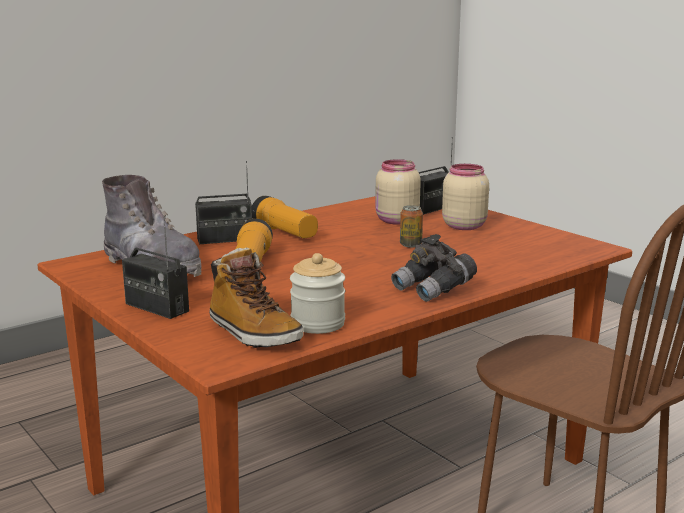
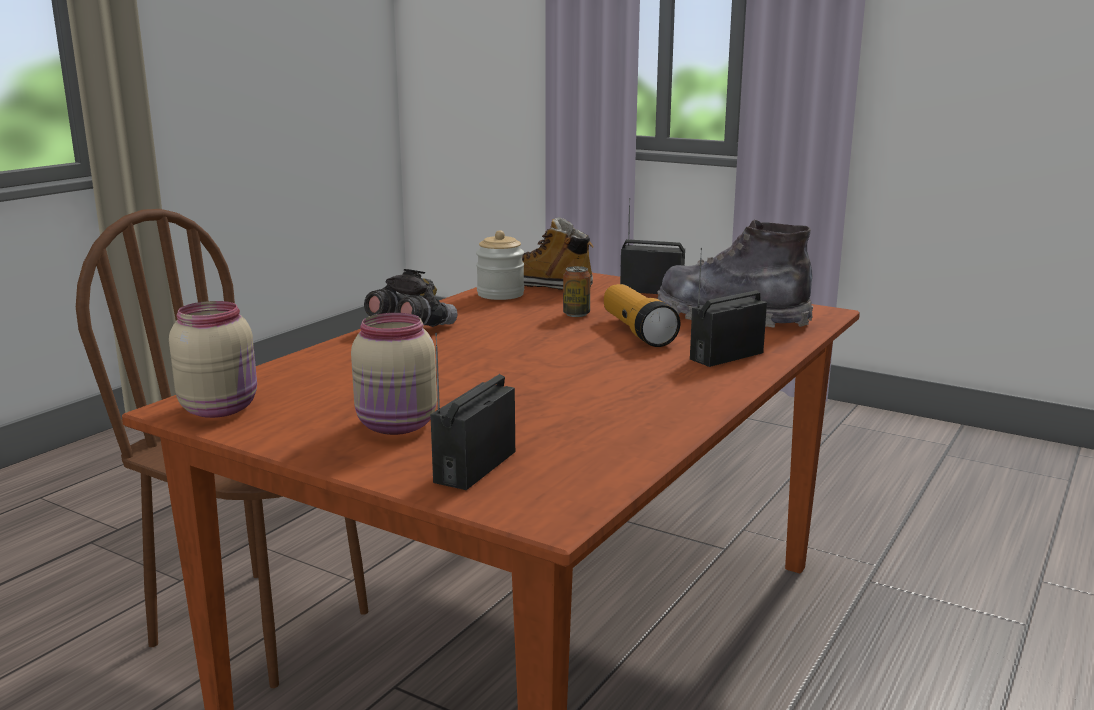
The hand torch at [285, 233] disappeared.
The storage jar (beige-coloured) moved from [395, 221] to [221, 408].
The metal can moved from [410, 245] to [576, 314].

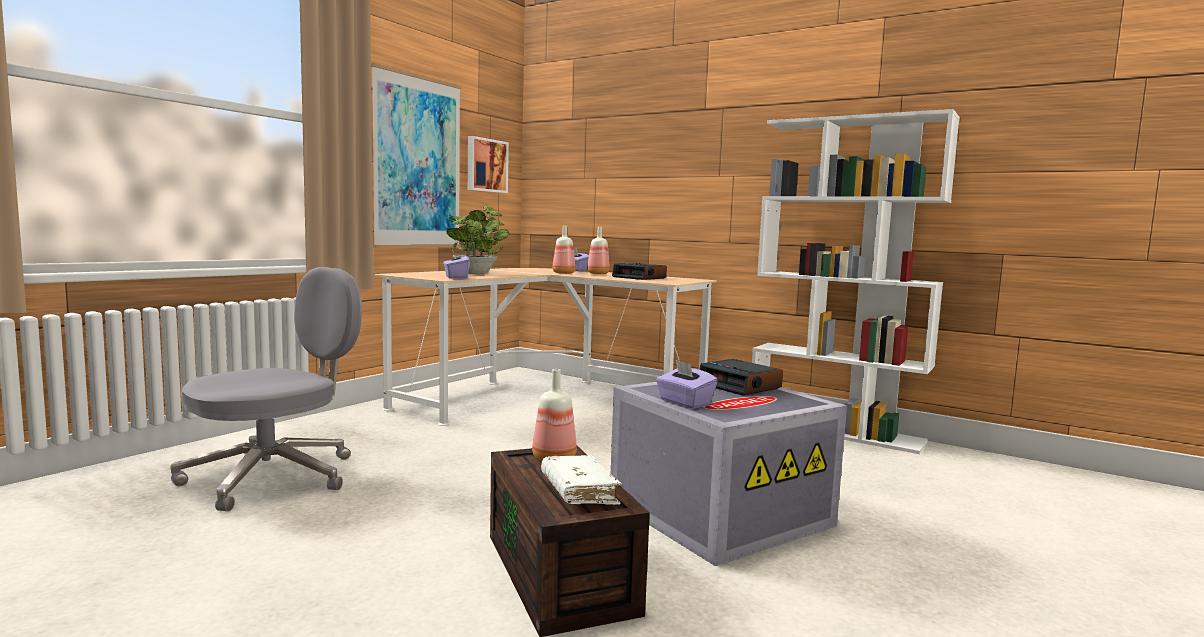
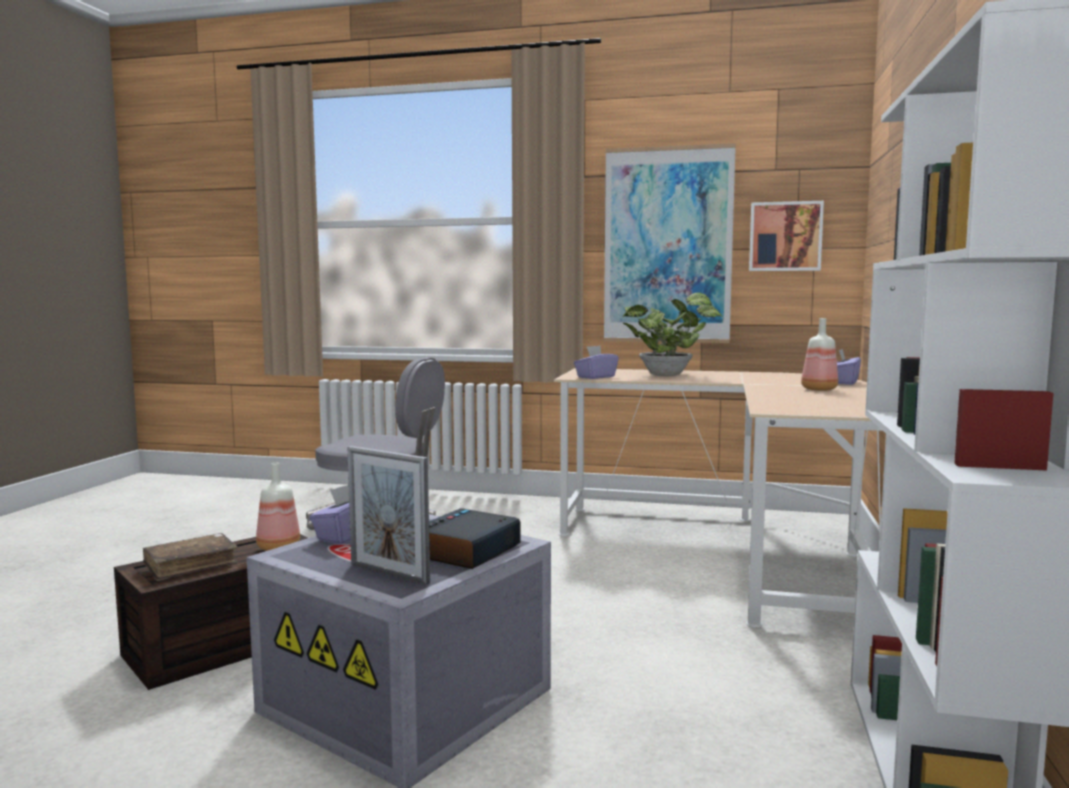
The bound book (white) at [579, 491] became the bound book (brown) at [191, 566].
The bottle at [564, 273] disappeared.
The bedside clock at [640, 277] disappeared.
The photo frame at [389, 573] appeared.

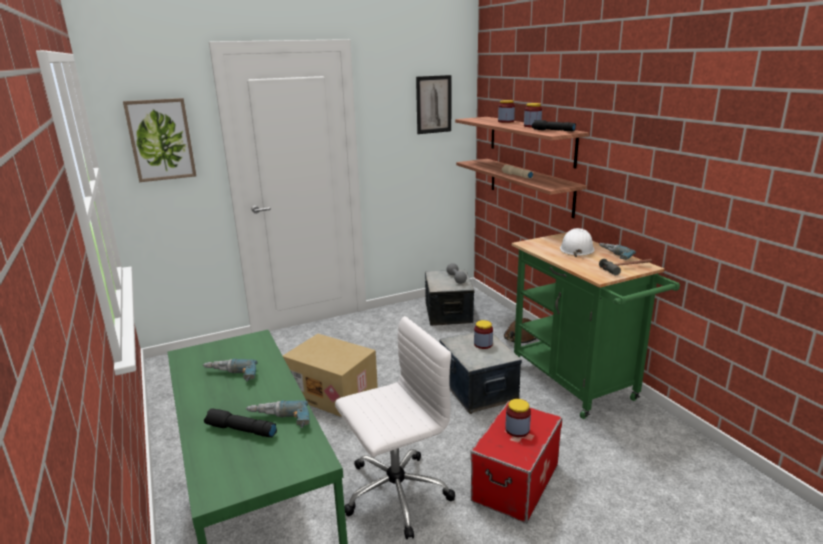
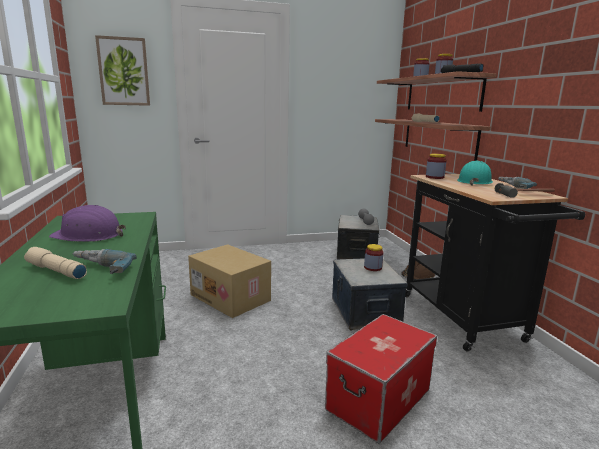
The power drill at [229, 377] was replaced by the work helmet (purple-coloured) at [88, 235].
The hand torch (black-coloured) at [240, 430] became the hand torch (beige-coloured) at [55, 271].
The computer chair (white) at [394, 493] disappeared.
The picture at [433, 104] disappeared.
The storage jar moved from [517, 430] to [434, 177].
The wheeled cart (green-coloured) at [578, 385] became the wheeled cart (black-coloured) at [466, 321].
The work helmet (white) at [576, 249] became the work helmet (blue-green) at [474, 181].

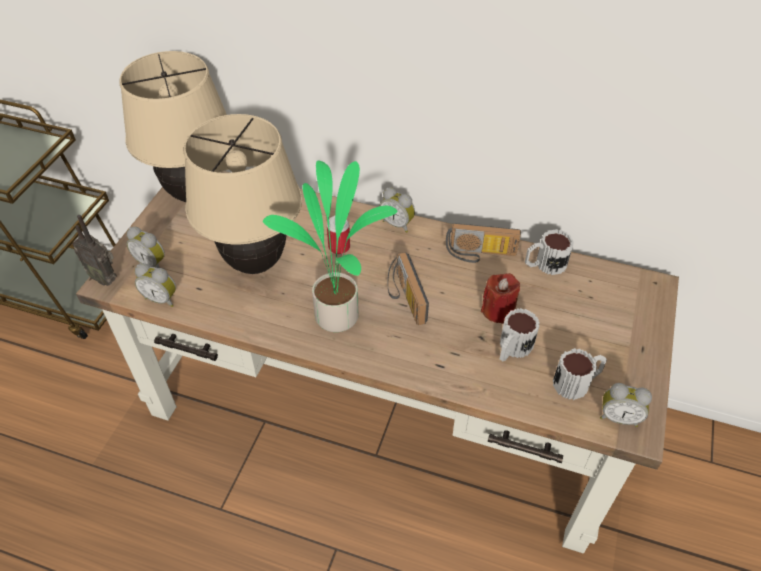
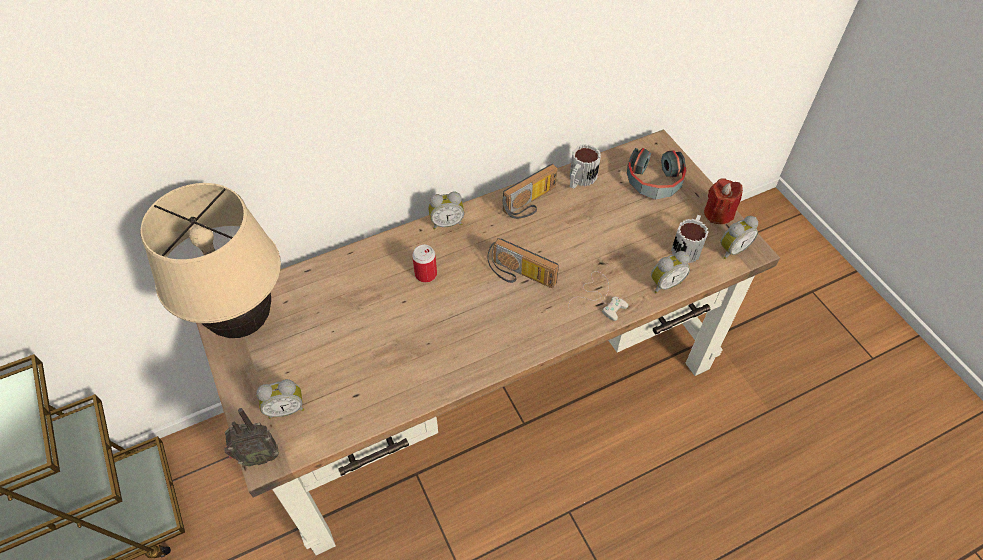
The bedside clock moved from [162, 298] to [664, 283].
The lamp for a table (beige-coloured) at [255, 263] disappeared.
The houseplant at [339, 314] disappeared.
The wax candle (red) moved from [498, 311] to [718, 213].
The coffee mug at [512, 349] disappeared.
The joypad (white) at [599, 297] appeared.
The headset at [654, 182] appeared.

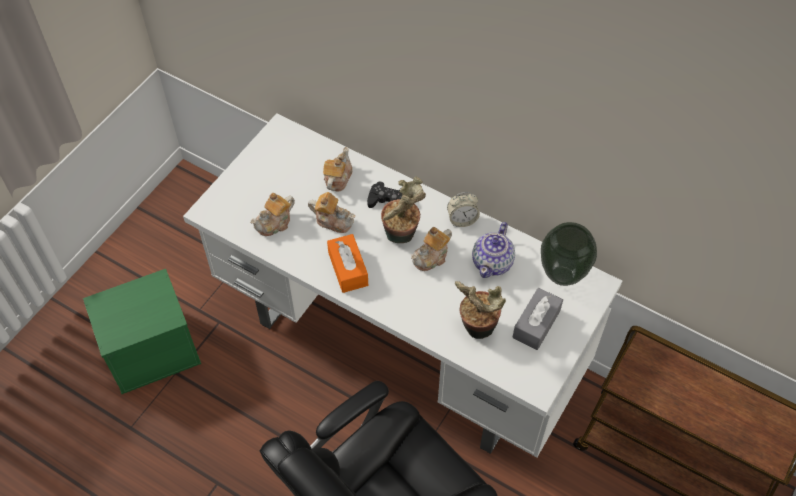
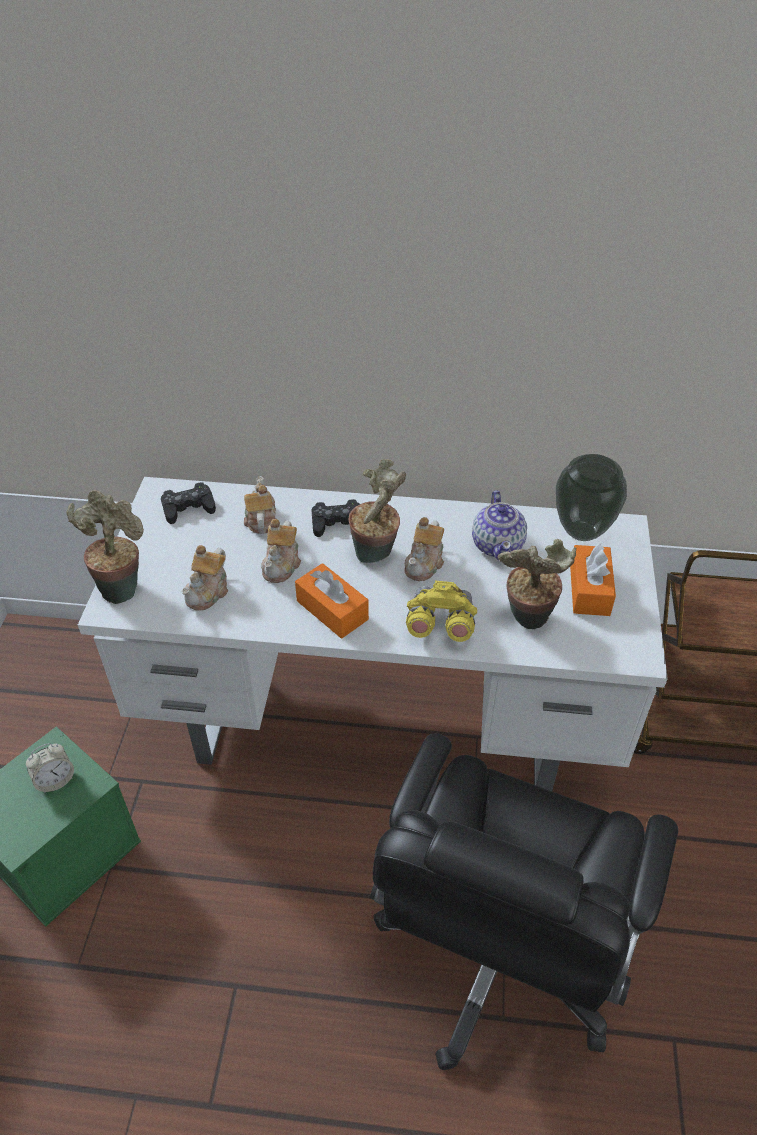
The tea pot at [333, 220] turned 105 degrees clockwise.
The bedside clock moved from [462, 220] to [55, 780].
The box of tissues (greyish) at [536, 324] became the box of tissues (orange-coloured) at [589, 590].
The houseplant at [122, 587] appeared.
The joypad (black-coloured) at [188, 508] appeared.
The binoculars (yellowish) at [439, 625] appeared.

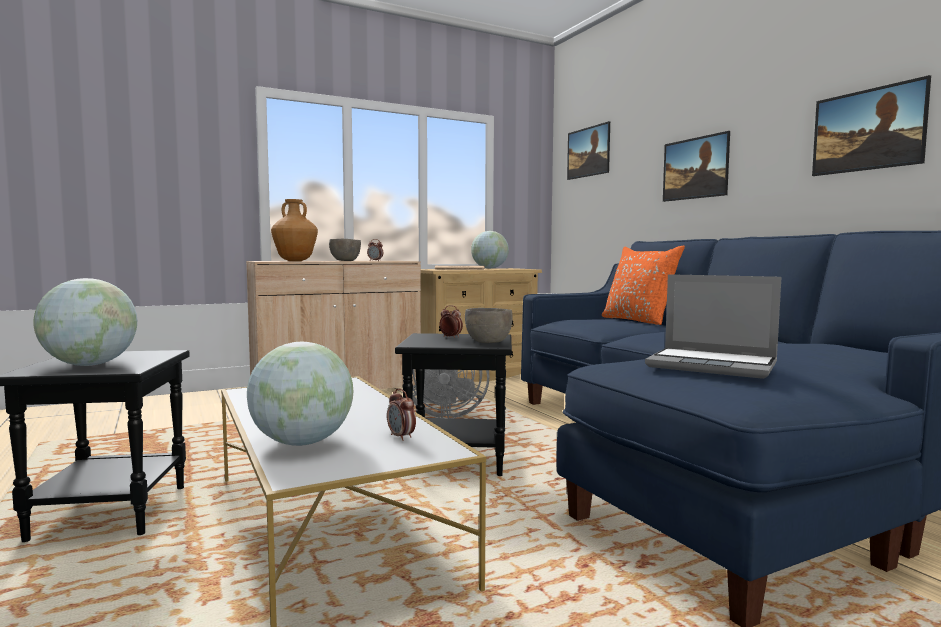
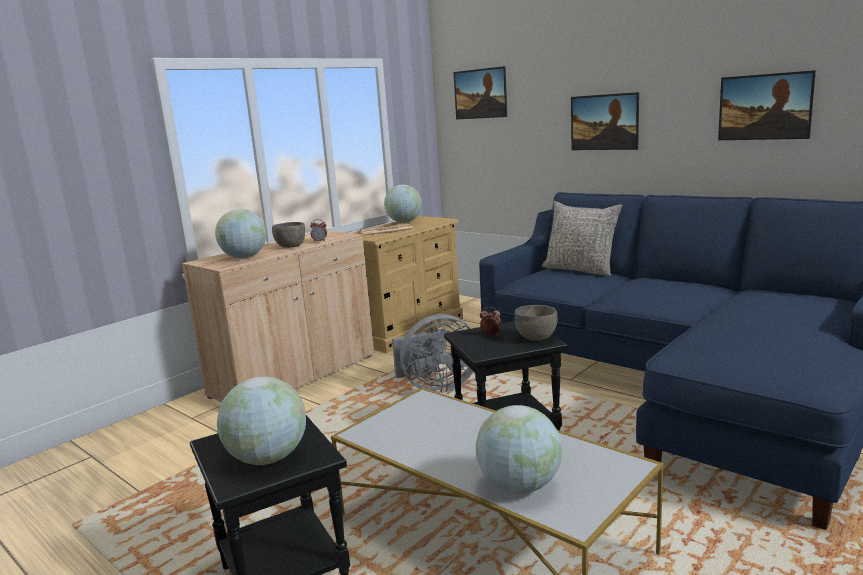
The flower vase (brown) at [295, 261] was replaced by the globe at [244, 257].
The bedside clock at [401, 437] disappeared.
The cushion (orange-coloured) at [639, 321] became the cushion (greyish) at [580, 270].
The portable computer at [713, 365] disappeared.

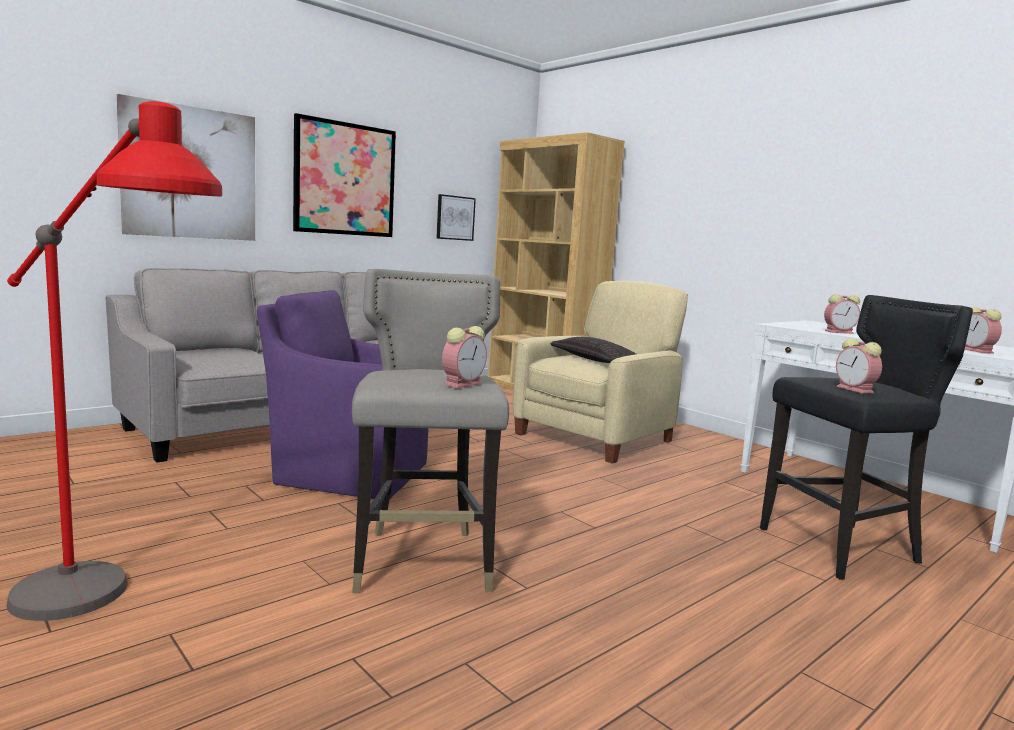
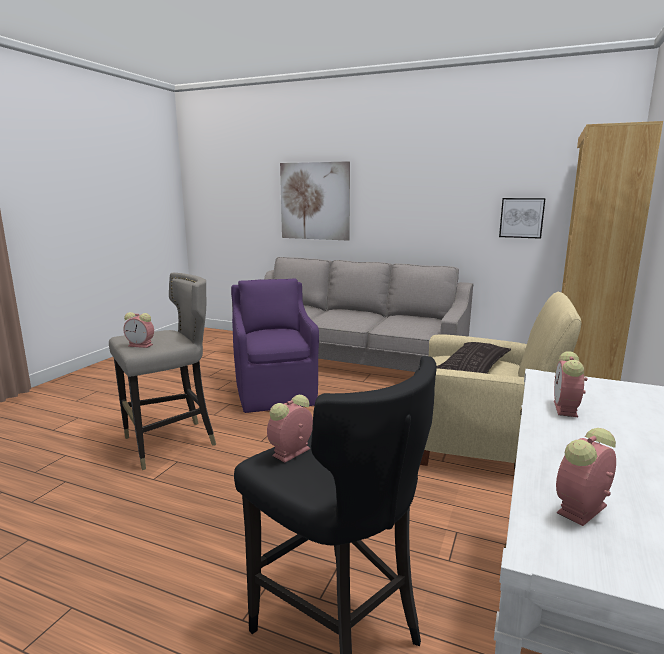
The standing lamp (red) at [108, 617] disappeared.
The picture at [345, 179] disappeared.
The bedside clock at [840, 332] turned 45 degrees clockwise.

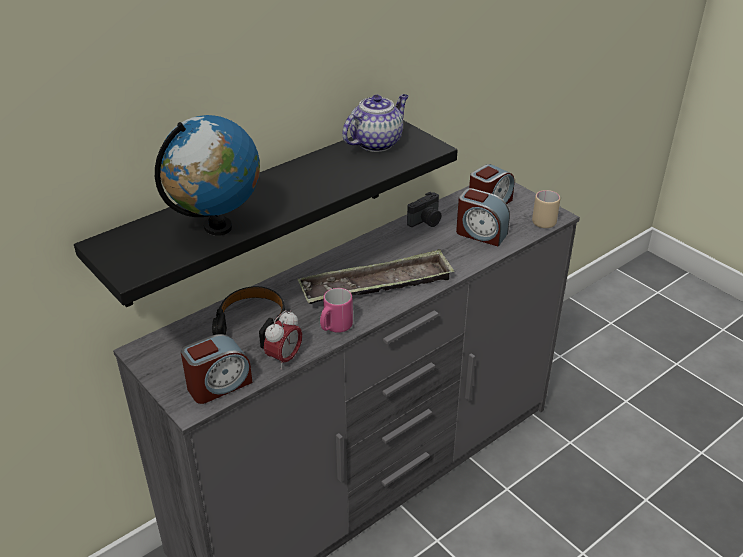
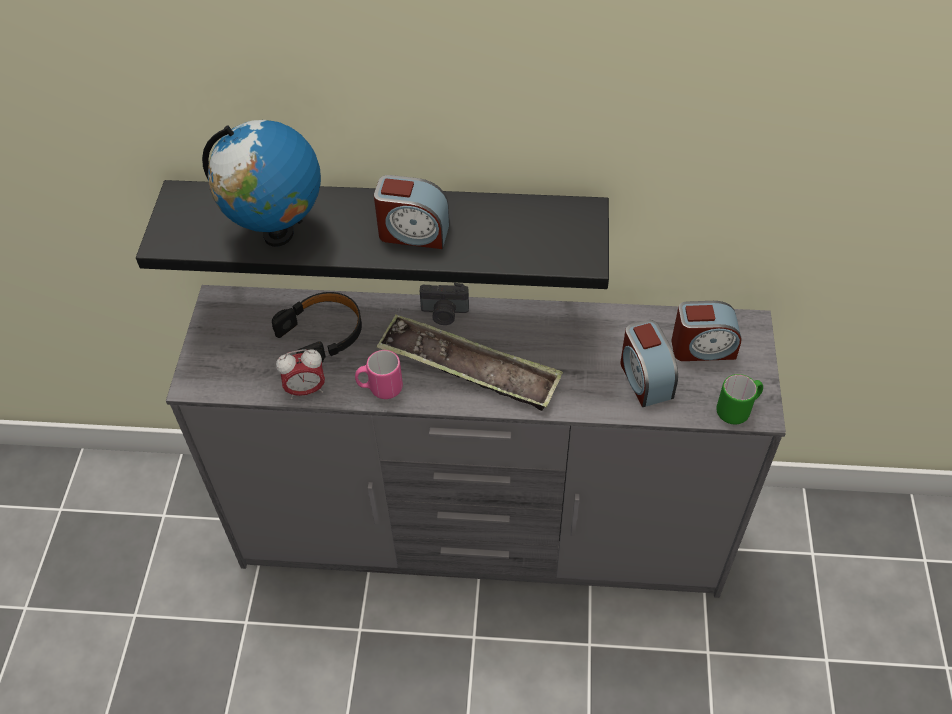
The bedside clock moved from [219, 385] to [413, 232].
The tea pot at [376, 142] disappeared.
The photo camera moved from [426, 221] to [444, 314].
The coffee mug (beige-coloured) at [544, 220] became the coffee mug (green-coloured) at [738, 409].

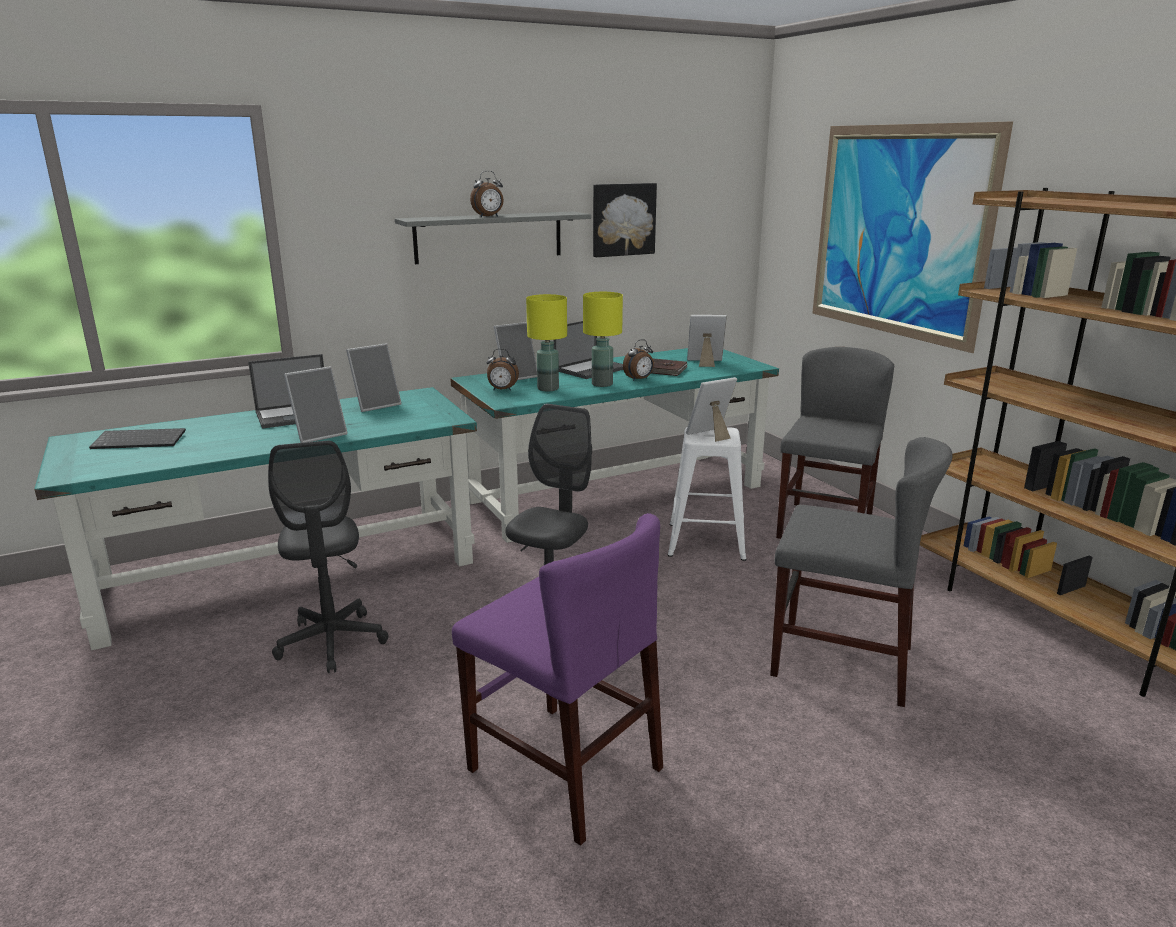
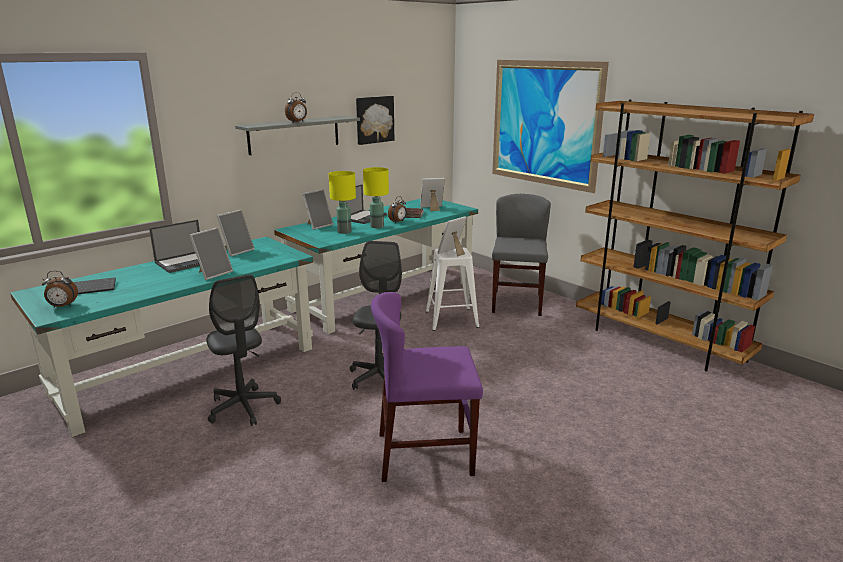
The chair (purple-coloured) at [564, 769] turned 150 degrees clockwise.
The bedside clock moved from [502, 390] to [62, 306].
The chair (greyish) at [841, 661] disappeared.

